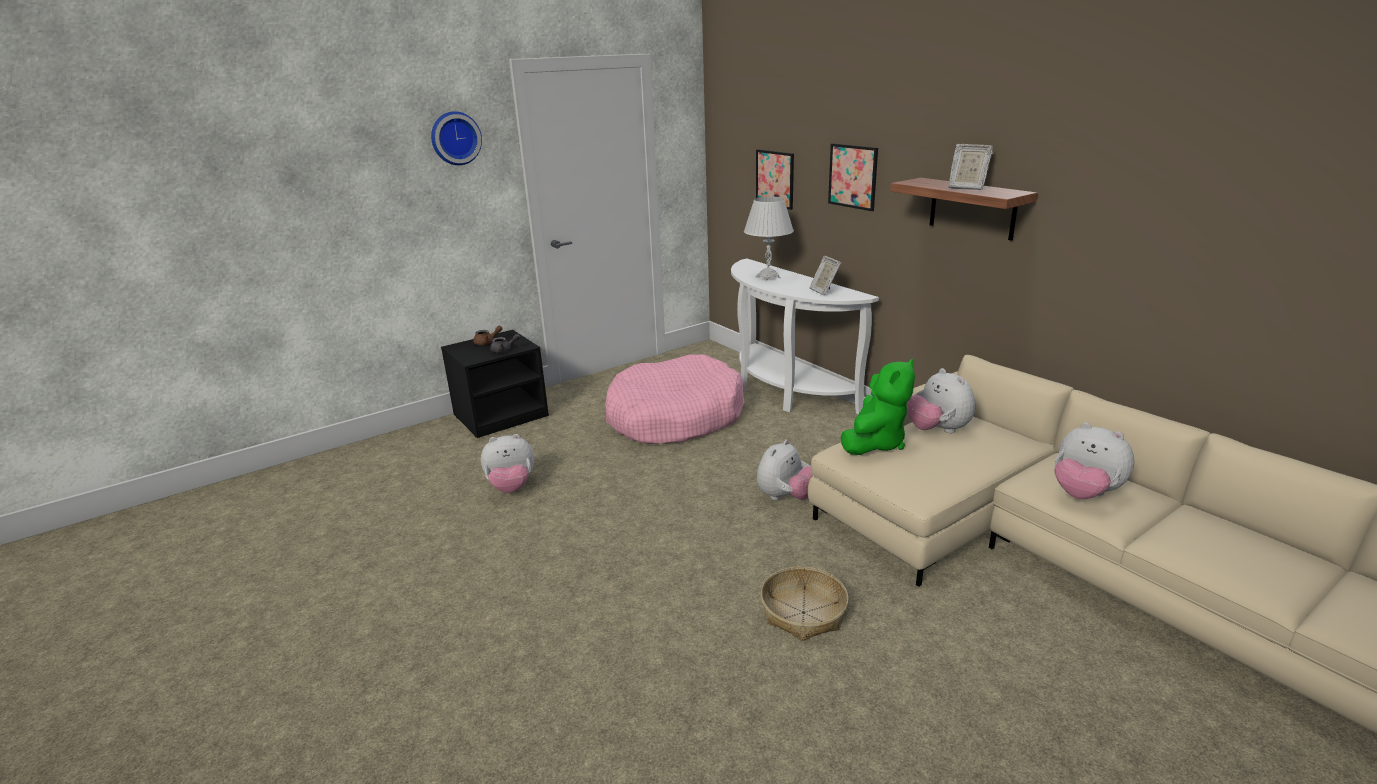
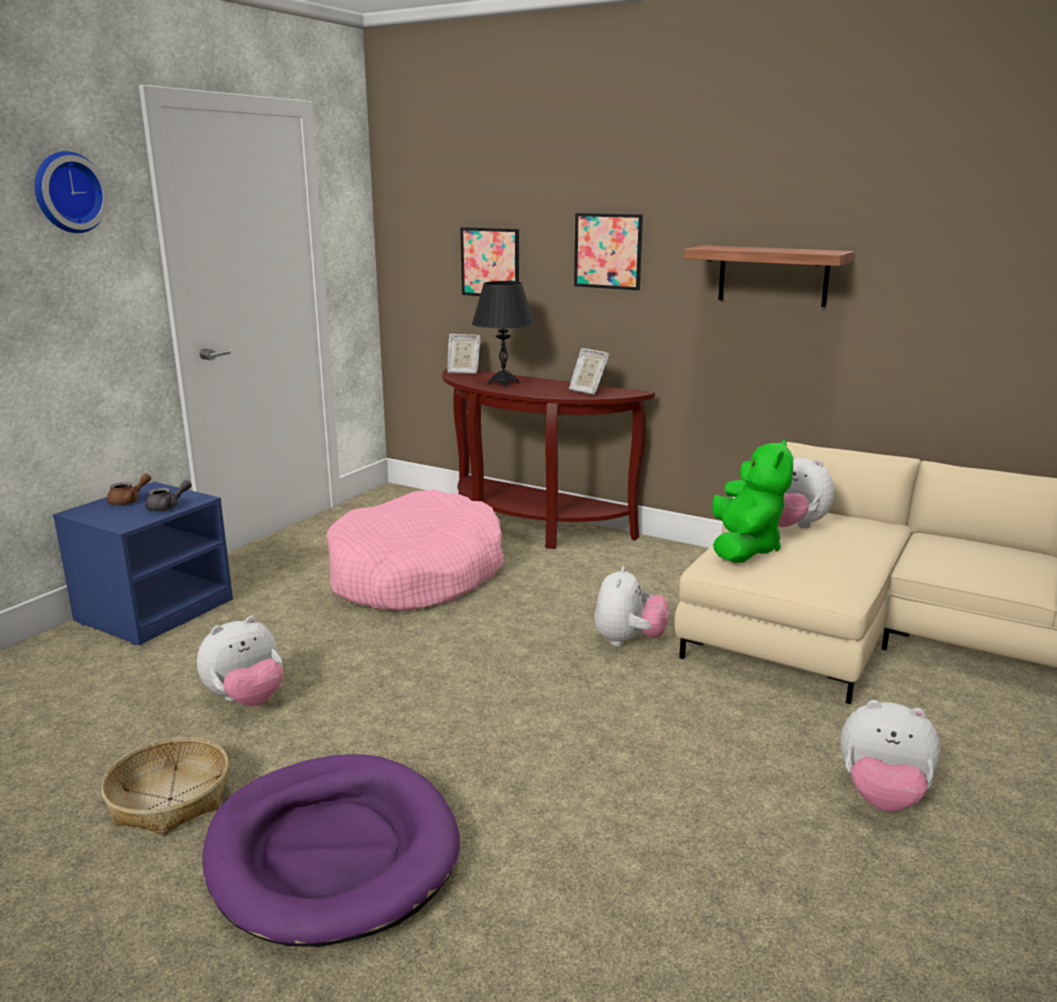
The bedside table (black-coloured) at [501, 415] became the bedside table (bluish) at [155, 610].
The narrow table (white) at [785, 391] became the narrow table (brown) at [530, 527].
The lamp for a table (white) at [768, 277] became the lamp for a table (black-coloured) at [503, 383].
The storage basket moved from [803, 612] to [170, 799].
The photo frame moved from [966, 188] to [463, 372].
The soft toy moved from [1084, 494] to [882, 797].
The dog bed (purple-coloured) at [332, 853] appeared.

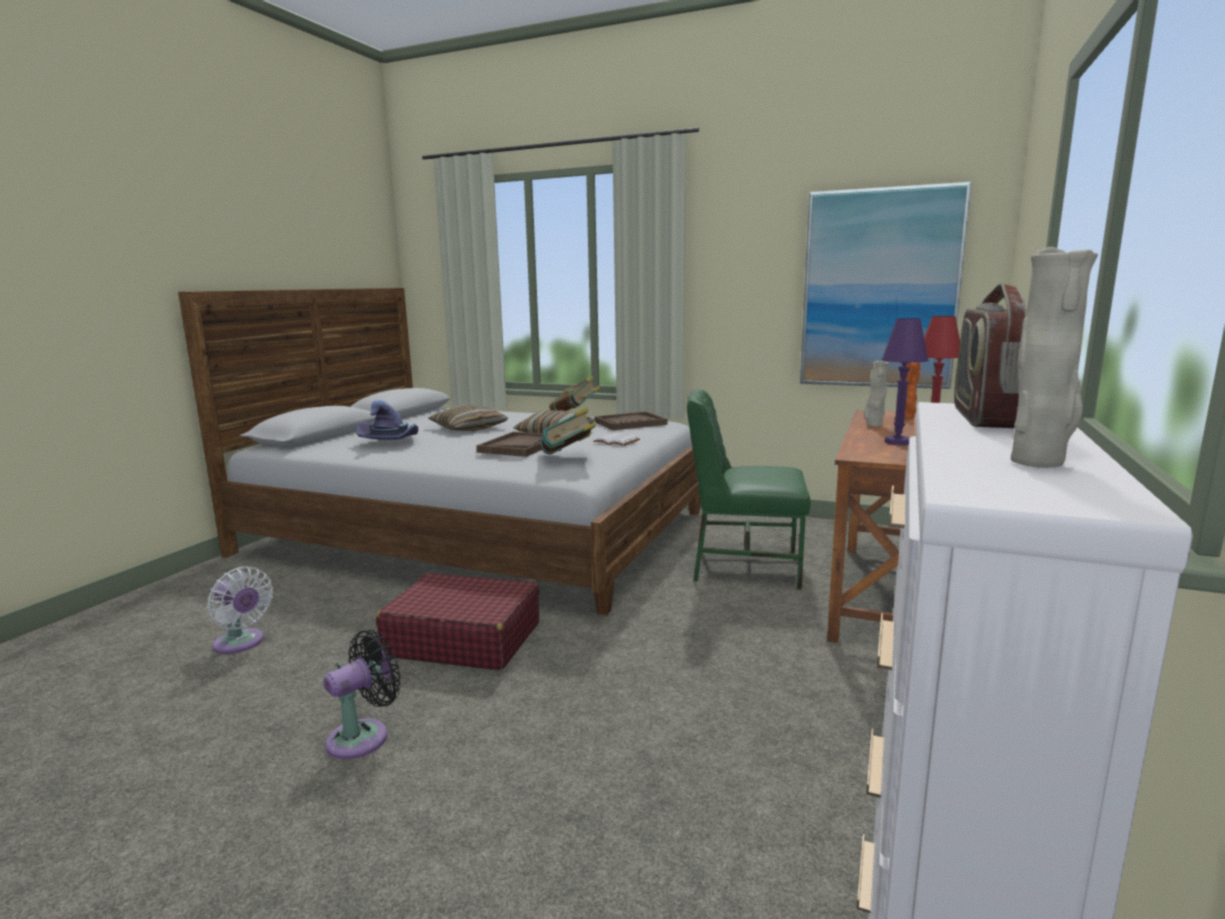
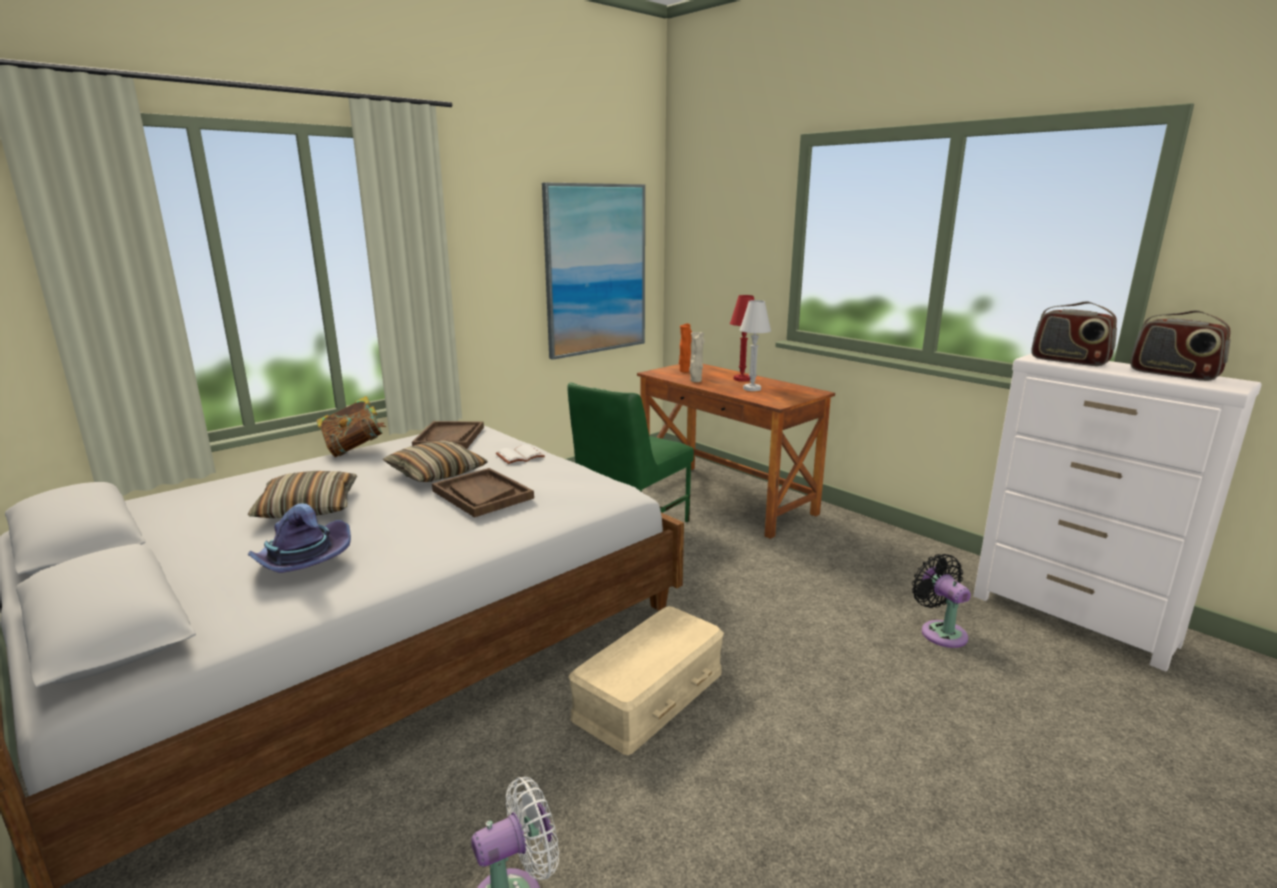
The electric fan (black-coloured) moved from [364, 736] to [940, 631].
The suitcase (red) at [463, 639] was replaced by the storage bin (beige-coloured) at [650, 695].
The bound book at [568, 457] disappeared.
The lamp for a table (purple-coloured) at [897, 442] became the lamp for a table (white) at [752, 389].
The flower vase (beige-coloured) at [1039, 462] was replaced by the radio receiver at [1173, 374].

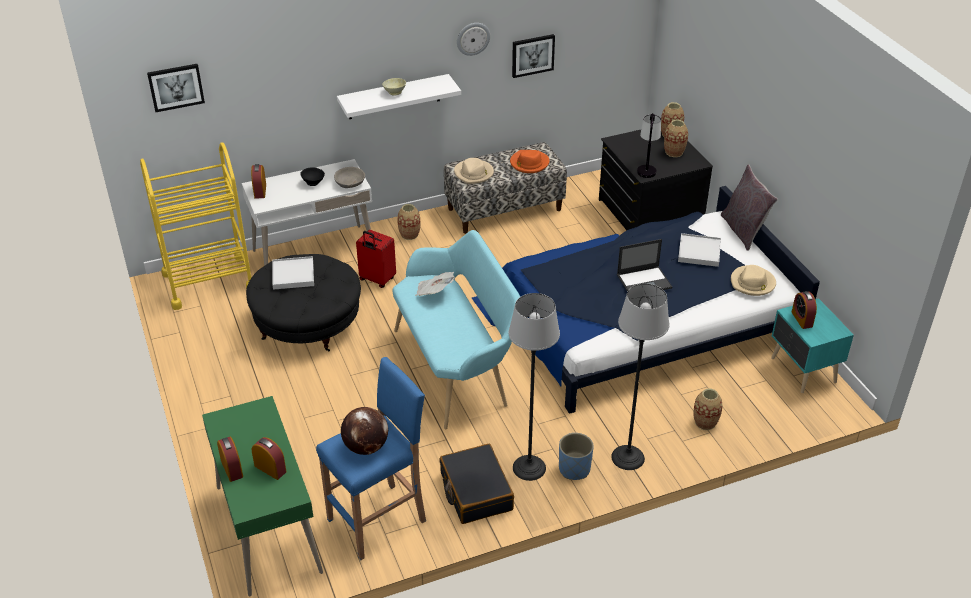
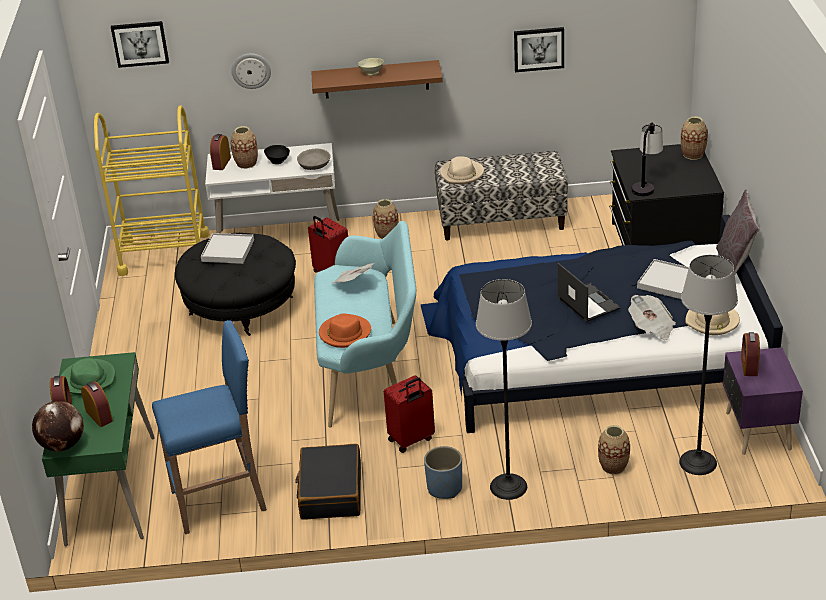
The bracket shelf (white) at [394, 97] became the bracket shelf (brown) at [376, 79].
The globe moved from [366, 447] to [62, 445].
The clock on the wall moved from [473, 38] to [251, 70].
The standing lamp moved from [529, 468] to [698, 462].
The wearable hat (orange-coloured) moved from [529, 163] to [344, 333].
The portable computer at [644, 281] turned 120 degrees counterclockwise.
The flower vase moved from [674, 152] to [246, 163].
The bedside table (blue-green) at [802, 371] became the bedside table (purple-coloured) at [756, 432].
The wearable hat (green-coloured) at [88, 380] appeared.
The suitcase (red) at [411, 440] appeared.
The printed paper at [652, 327] appeared.

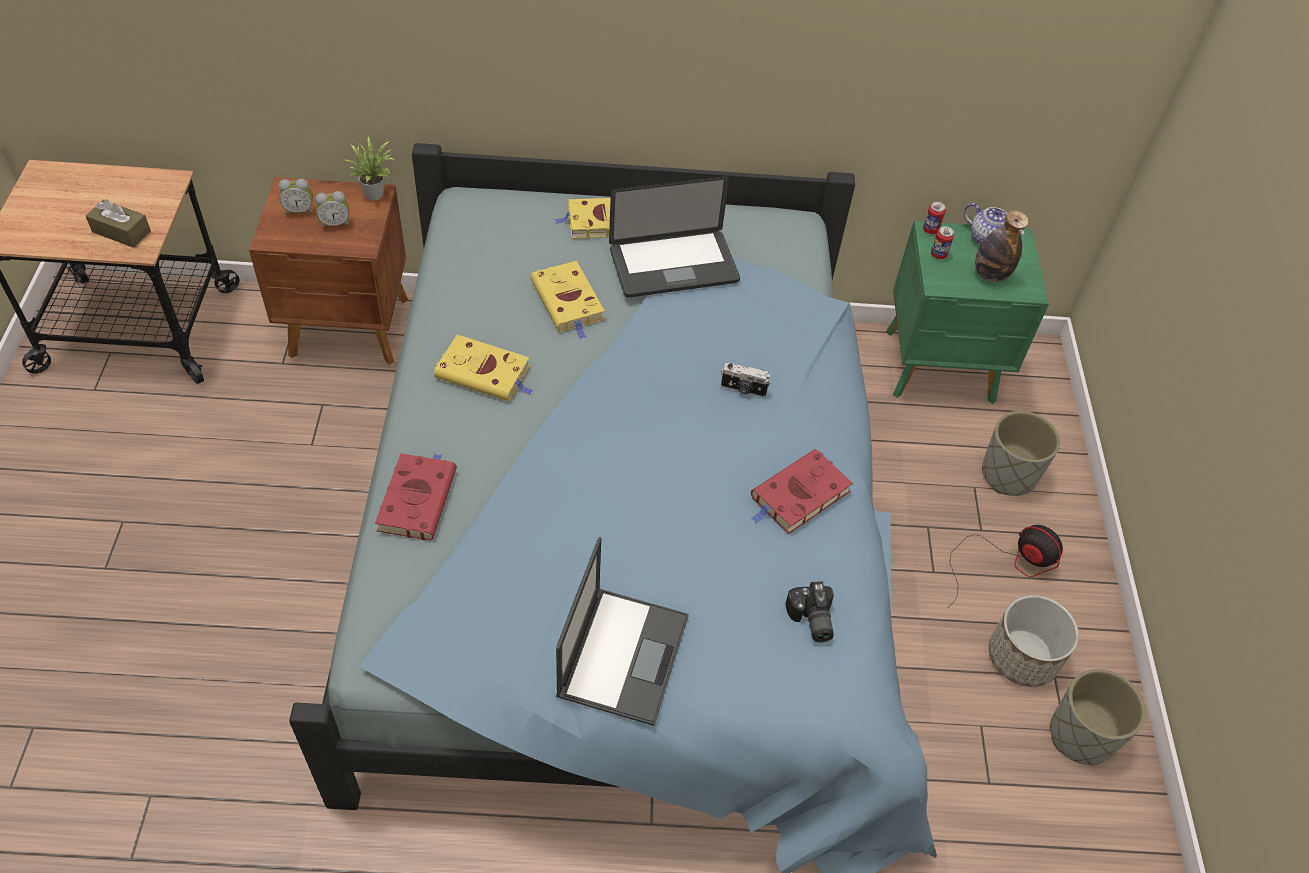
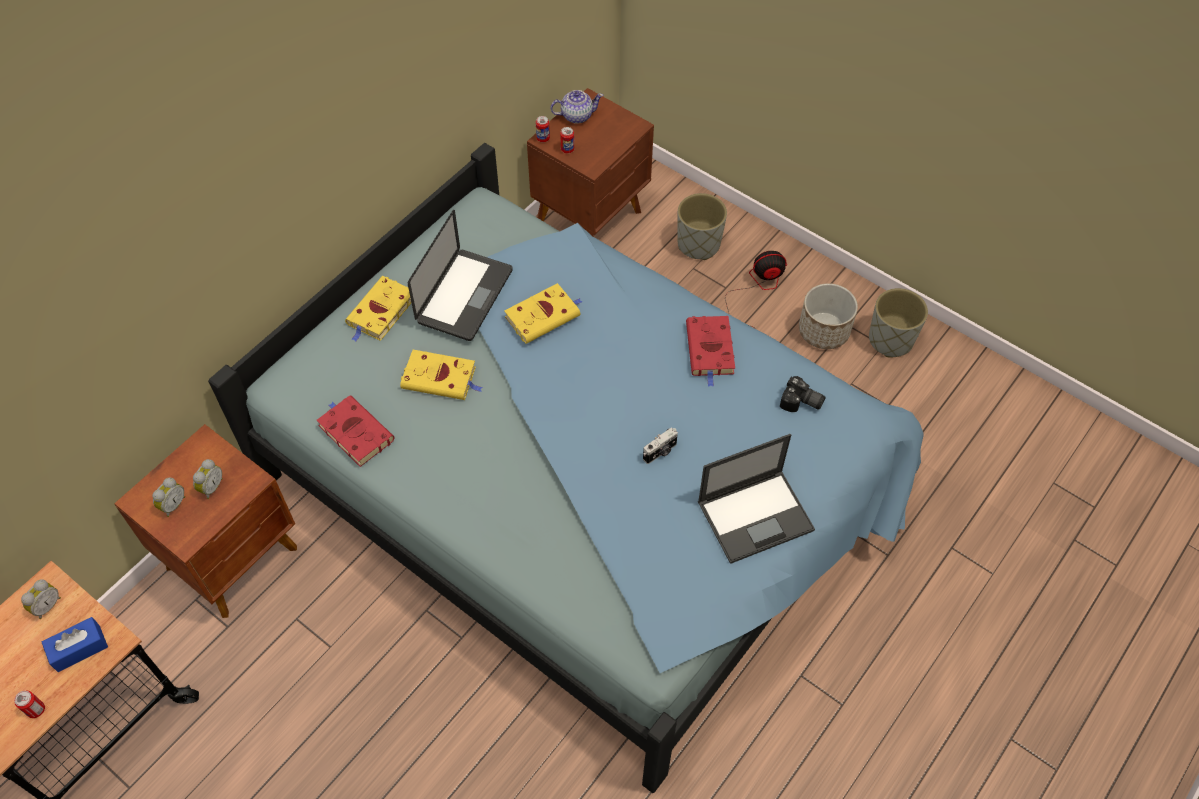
The box of tissues (brown) at [121, 232] became the box of tissues (bluish) at [79, 648].
The houseplant at [375, 192] disappeared.
The bound book (red) moved from [417, 498] to [354, 432].
The bound book (yellowish) moved from [485, 373] to [544, 315].
The portable computer at [623, 654] turned 105 degrees clockwise.
The photo camera moved from [743, 389] to [660, 452].
The bedside table (green-coloured) at [941, 368] became the bedside table (brown) at [591, 218].
The bottle at [990, 274] disappeared.
The metal can at [36, 710] appeared.
The bedside clock at [46, 606] appeared.

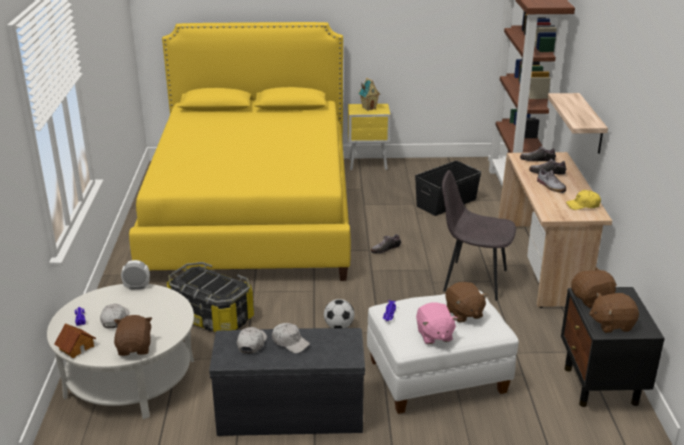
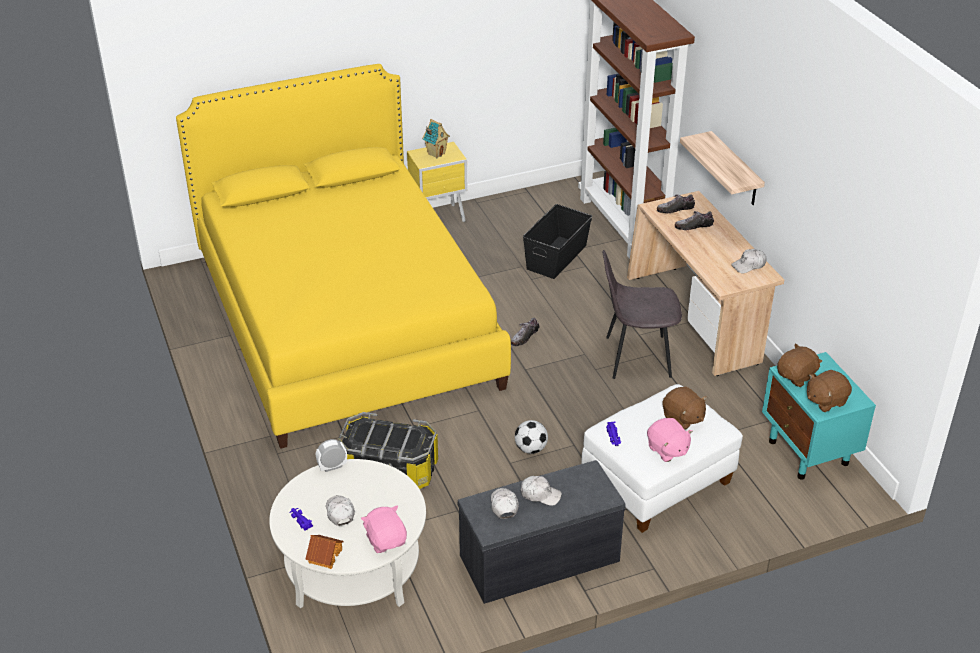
The soft toy (brown) at [135, 348] became the soft toy (pinkish) at [386, 540].
The low shoe at [551, 186] disappeared.
The bedside table (black-coloured) at [601, 386] became the bedside table (blue-green) at [809, 453].
The cap (yellowish) at [583, 205] became the cap (white) at [749, 265].

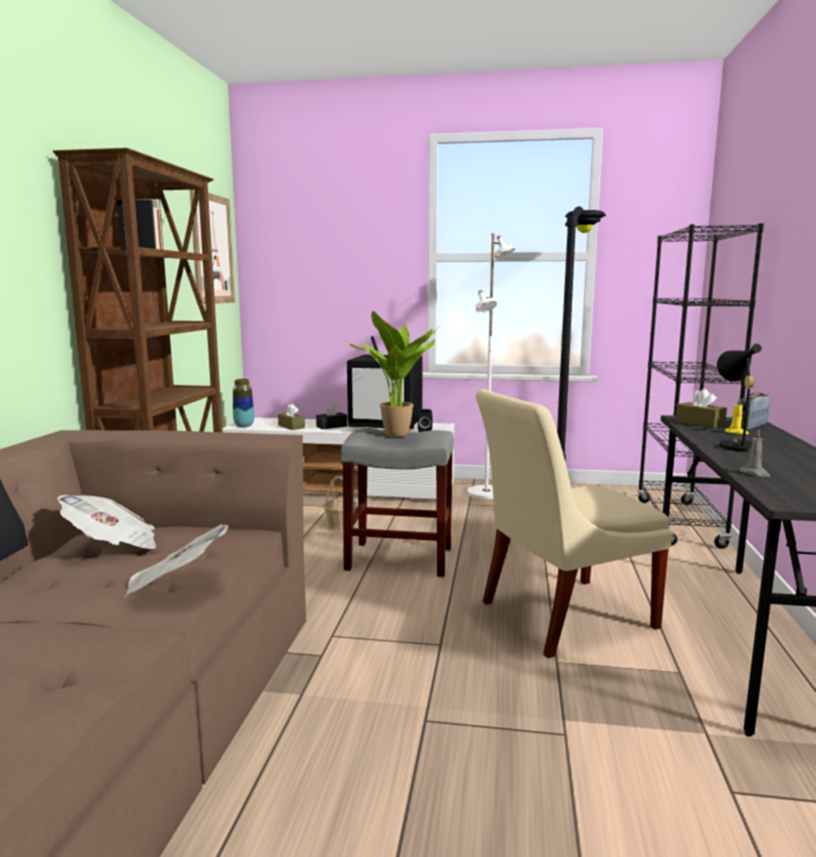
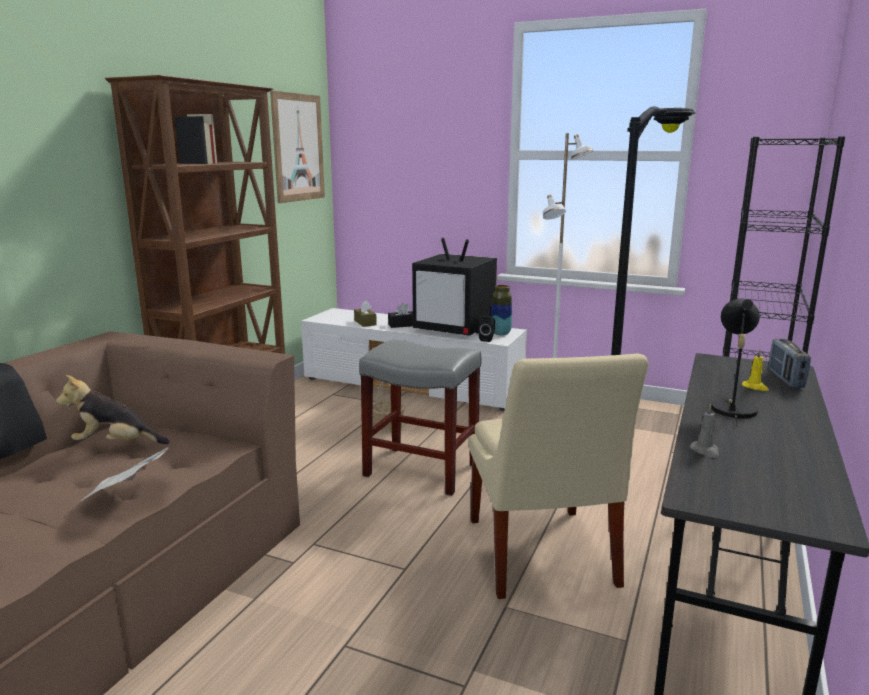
The printed paper at [113, 545] was replaced by the soft toy at [116, 444].
The flower vase moved from [244, 426] to [500, 333].
The houseplant at [399, 435] disappeared.
The chair (beige-coloured) at [560, 616] turned 90 degrees counterclockwise.
The box of tissues (brown) at [699, 423] disappeared.
The radio receiver at [751, 426] turned 60 degrees counterclockwise.

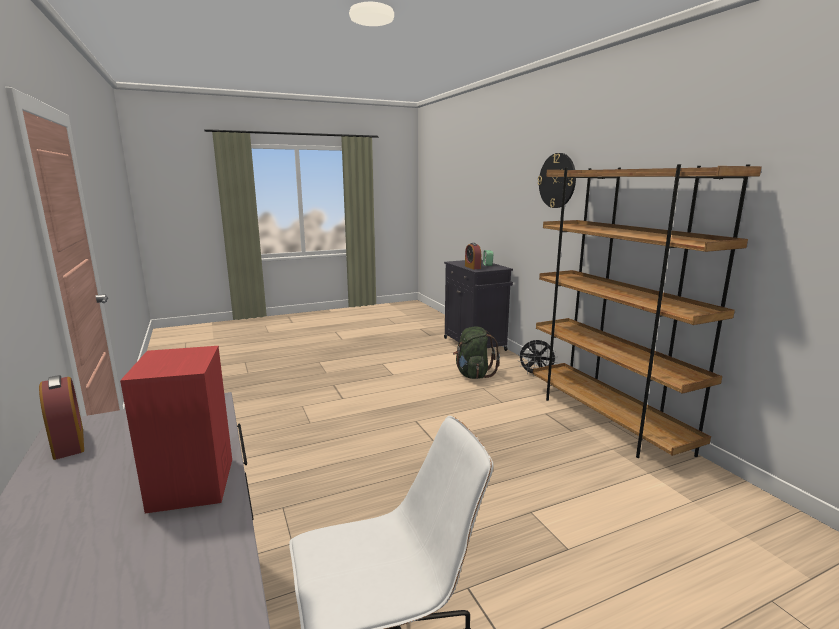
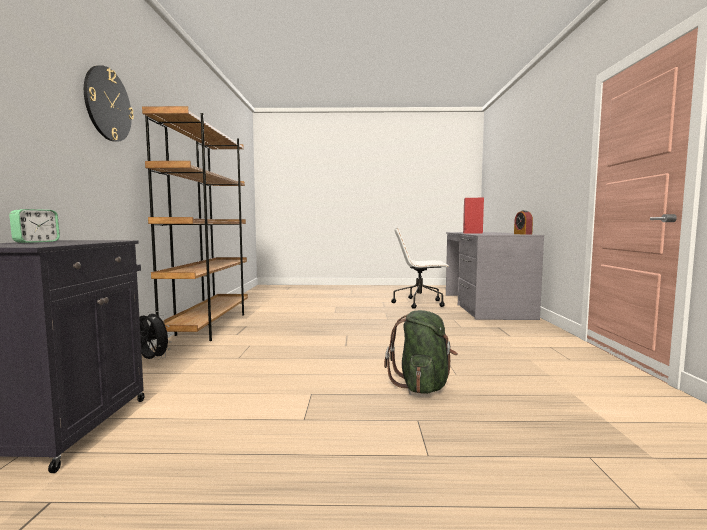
The knapsack (green-coloured) moved from [473, 375] to [422, 386].
The bedside clock at [472, 267] disappeared.

